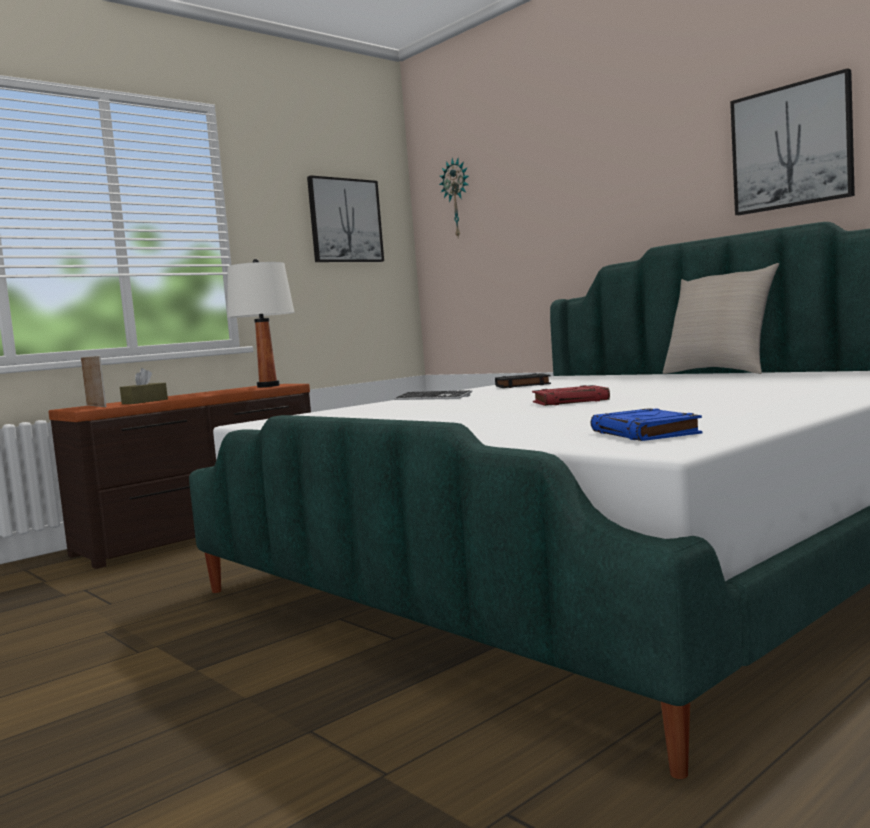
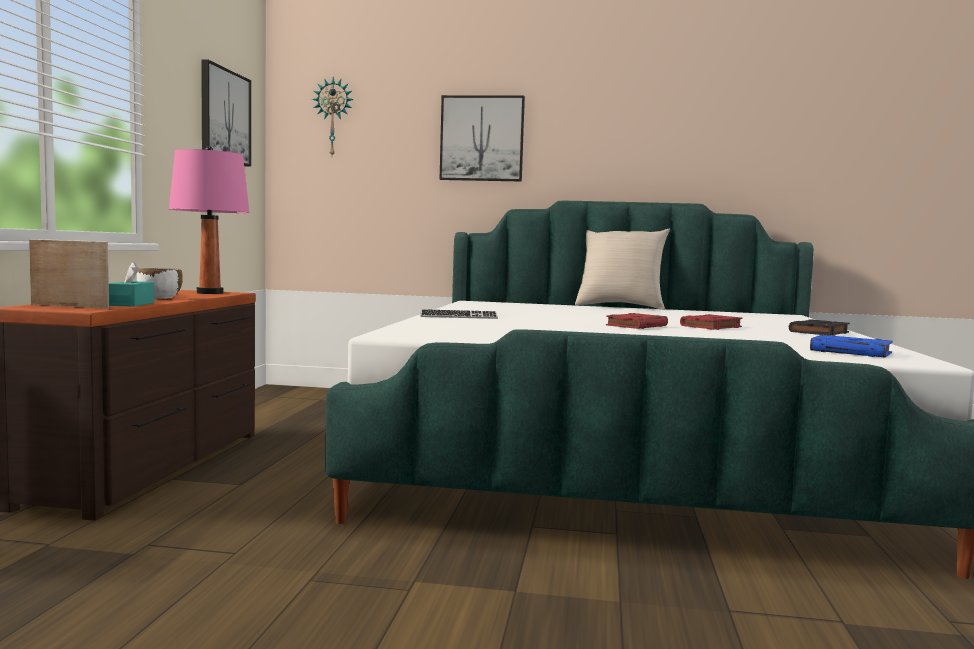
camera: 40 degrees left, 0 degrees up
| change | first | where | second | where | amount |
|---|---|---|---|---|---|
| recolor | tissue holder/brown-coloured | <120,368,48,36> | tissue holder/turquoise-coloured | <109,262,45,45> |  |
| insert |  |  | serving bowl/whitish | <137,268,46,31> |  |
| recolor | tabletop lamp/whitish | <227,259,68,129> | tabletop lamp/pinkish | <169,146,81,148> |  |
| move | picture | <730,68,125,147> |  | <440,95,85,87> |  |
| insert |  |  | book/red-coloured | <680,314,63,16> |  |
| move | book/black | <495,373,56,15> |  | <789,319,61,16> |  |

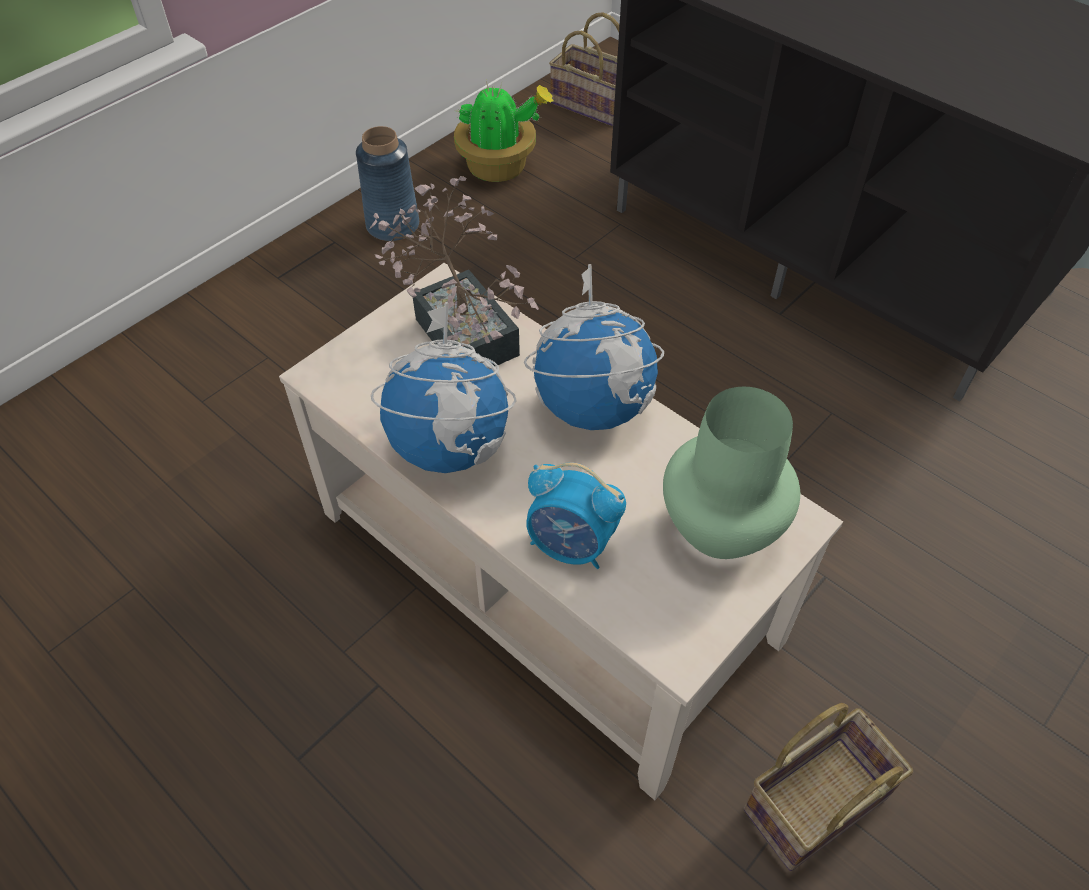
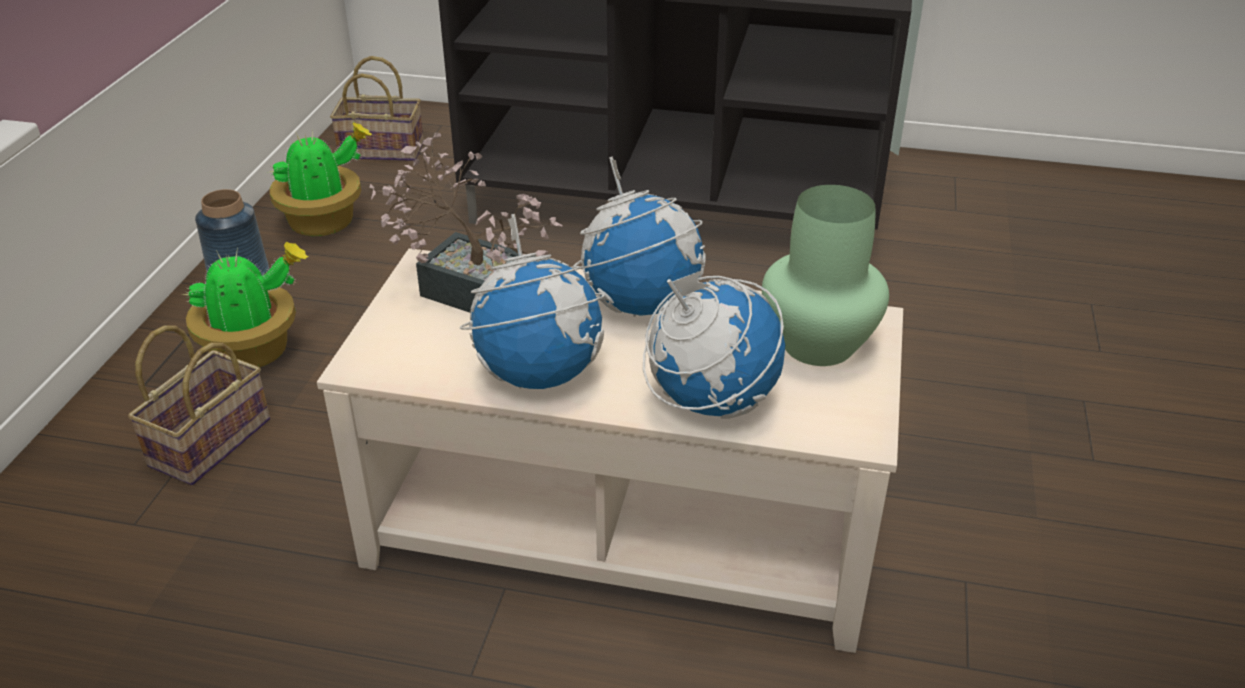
camera: 30 degrees left, 15 degrees down
| change | first | where | second | where | amount |
|---|---|---|---|---|---|
| move | basket | <744,703,169,168> |  | <128,325,142,160> |  |
| insert |  |  | potted plant | <183,242,125,125> |  |
| replace | bedside clock | <526,462,100,107> | world globe | <643,270,142,149> |  |

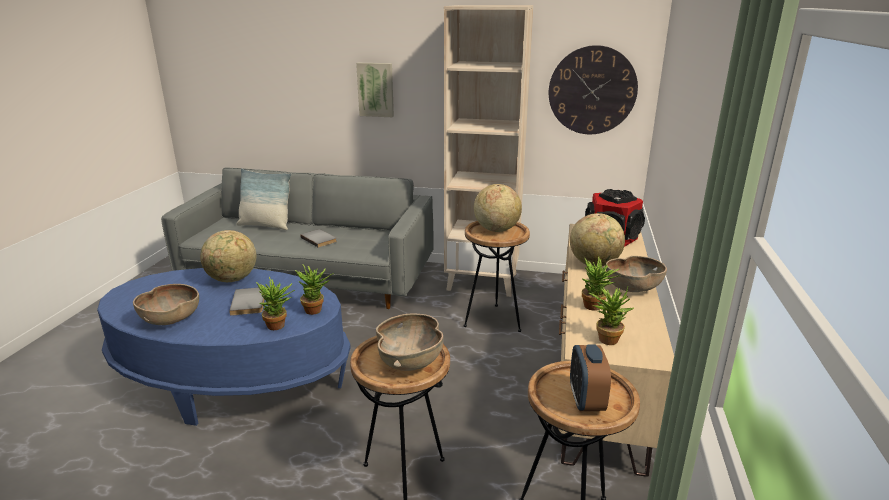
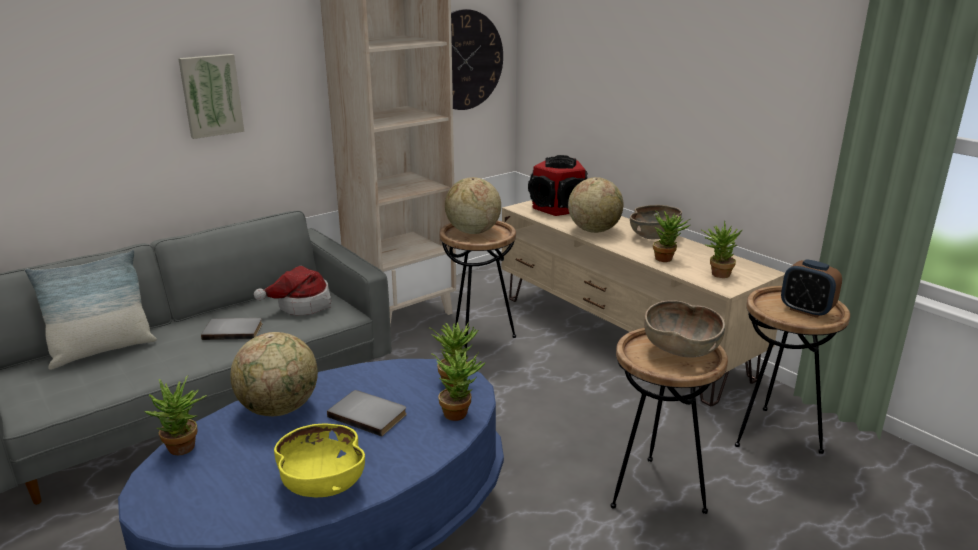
camera: 50 degrees left, 0 degrees up
| change | first | where | second | where | amount |
|---|---|---|---|---|---|
| insert |  |  | potted plant | <144,375,63,80> |  |
| insert |  |  | wearable hat | <254,266,78,49> |  |
| recolor | serving bowl/brown-coloured | <133,284,66,41> | serving bowl/yellow-coloured | <274,424,91,73> |  |

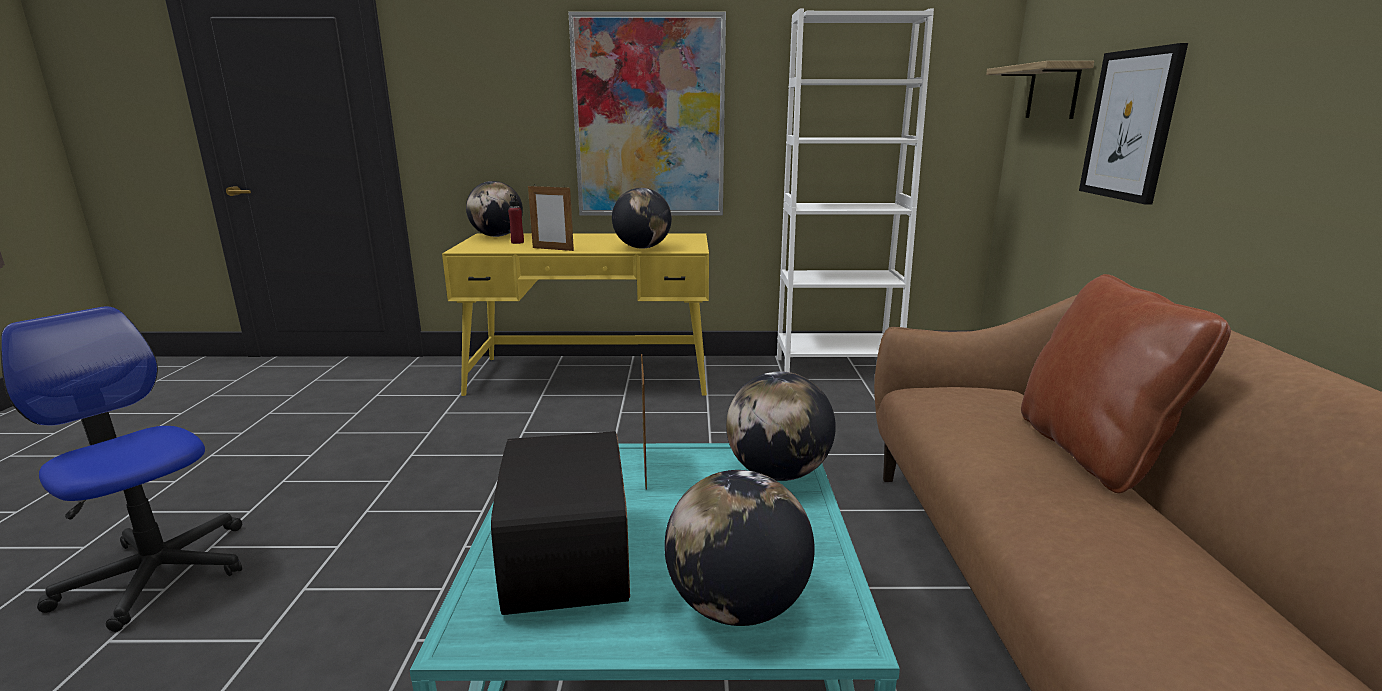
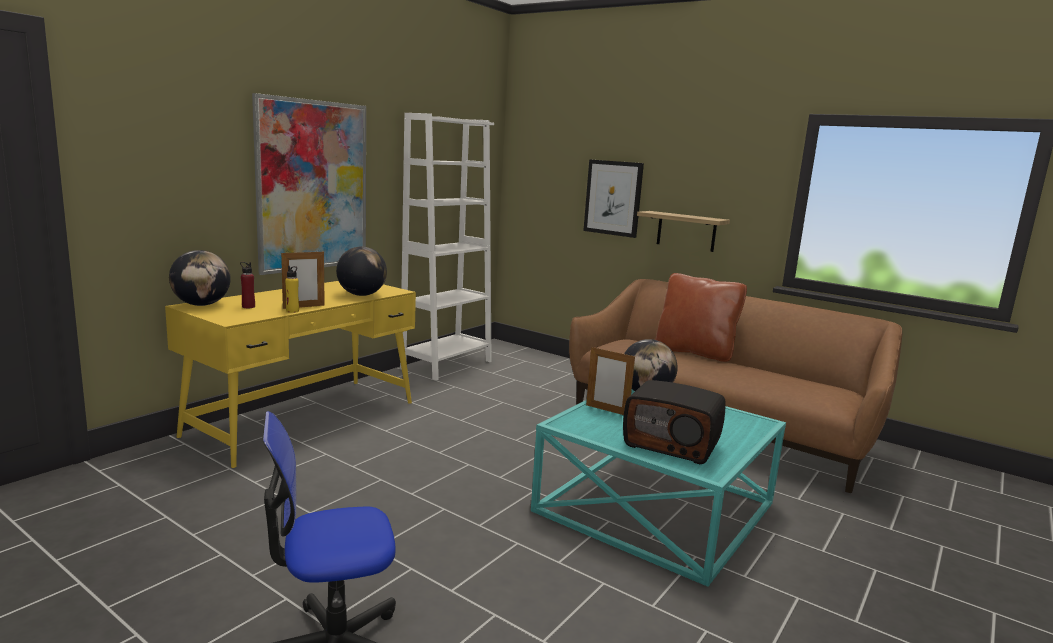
camera: 55 degrees left, 5 degrees down
| change | first | where | second | where | amount |
|---|---|---|---|---|---|
| insert |  |  | drink bottle/yellow-coloured | <285,266,14,47> |  |
| move | bracket shelf | <986,61,108,58> |  | <637,211,93,41> |  |
| delete | world globe | <664,470,151,156> |  |  |  |

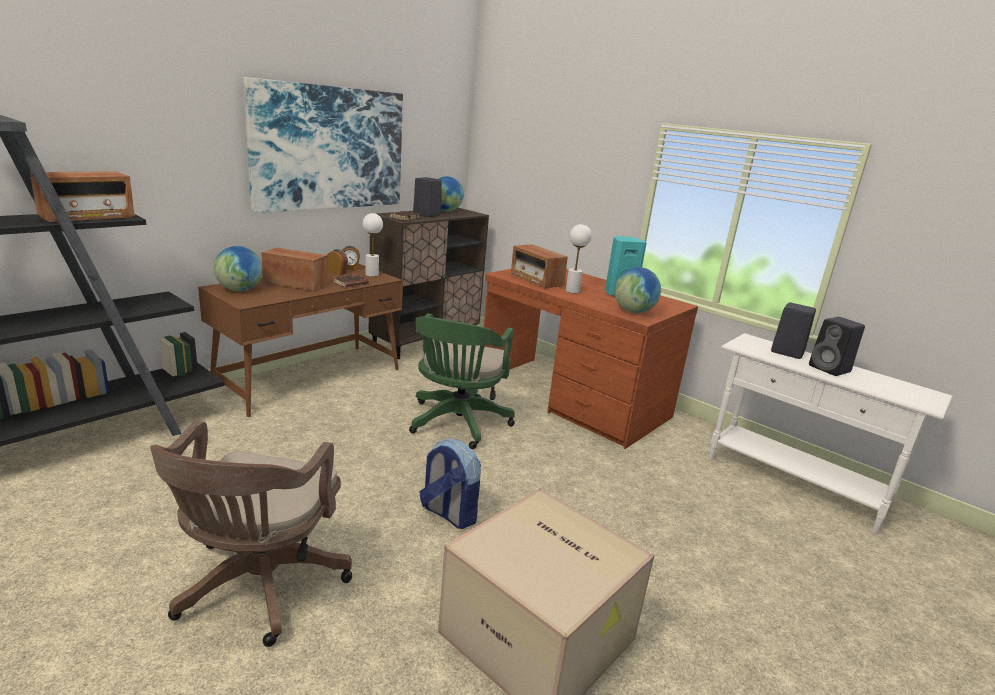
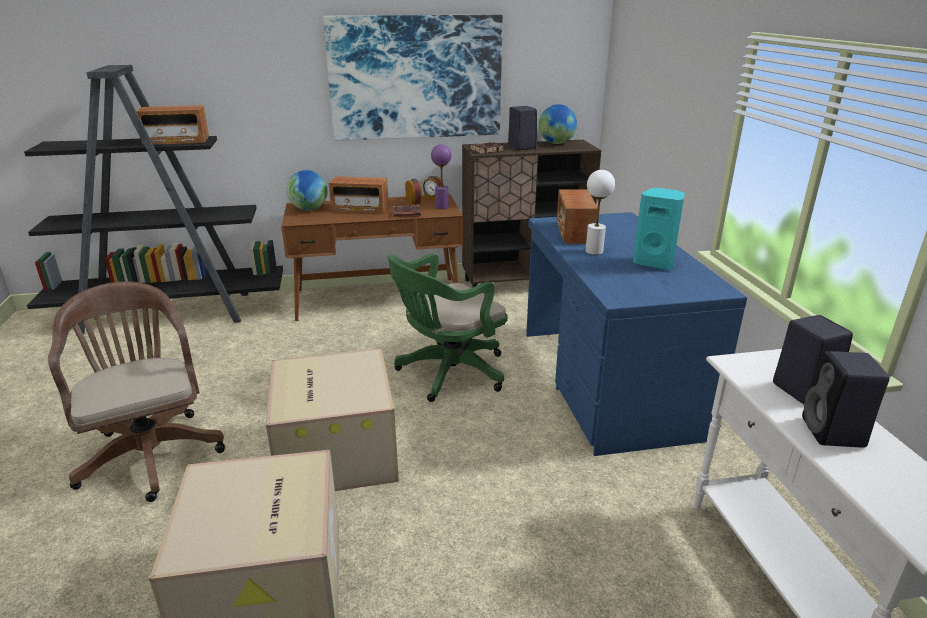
camera: 40 degrees right, 5 degrees up
| change | first | where | second | where | amount |
|---|---|---|---|---|---|
| rotate | desk chair/brown-coloured | <150,421,202,226> |  | <48,282,177,220> | 105 degrees clockwise |
| replace | knapsack | <419,439,62,90> | packing box | <266,348,133,143> |  |
| rotate | radio receiver | <261,247,66,44> |  | <329,176,60,37> | 135 degrees clockwise |
| recolor | tabletop lamp/whitish | <363,213,20,64> | tabletop lamp/purple-coloured | <431,144,21,65> |  |
| recolor | desk table/brown-coloured | <483,268,215,181> | desk table/blue | <526,212,221,244> |  |
| delete | world globe | <614,267,47,46> |  |  |  |

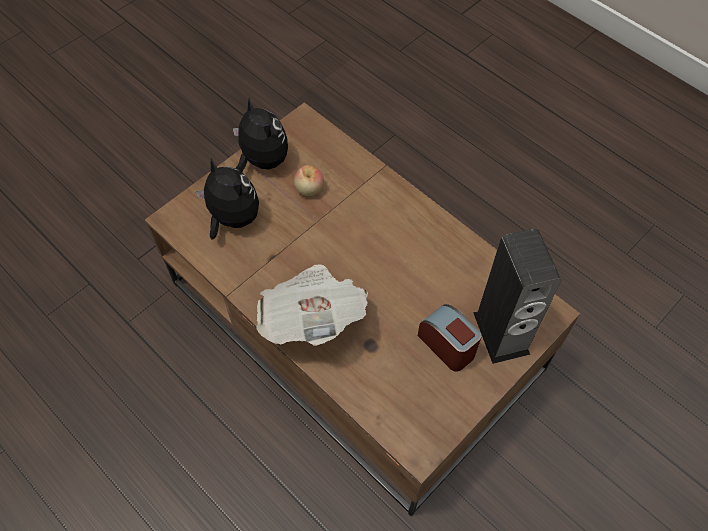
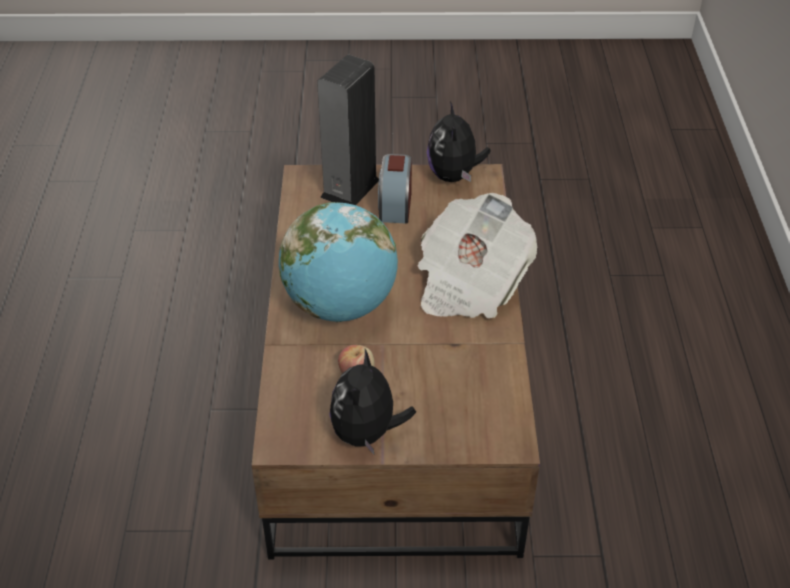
camera: 135 degrees left, 15 degrees down
| change | first | where | second | where | amount |
|---|---|---|---|---|---|
| insert |  |  | world globe | <279,202,119,120> |  |
| move | cuddly toy | <196,158,63,82> |  | <427,101,63,81> |  |

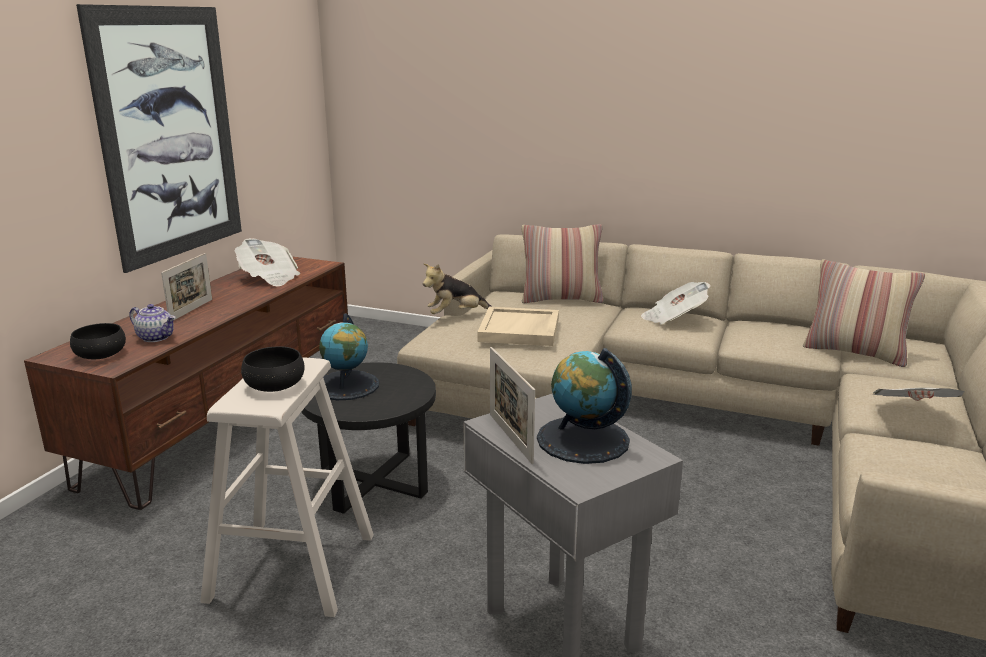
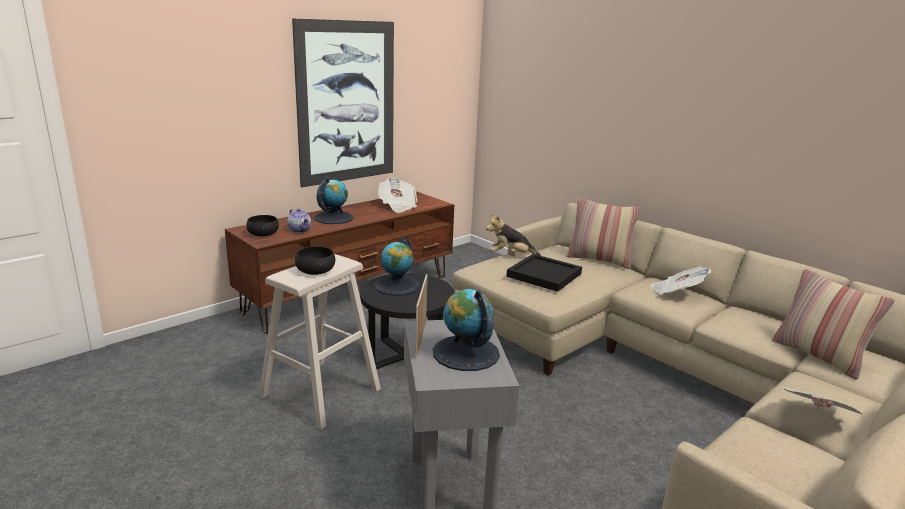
camera: 25 degrees right, 0 degrees up
| change | first | where | second | where | amount |
|---|---|---|---|---|---|
| replace | photo frame | <161,253,51,68> | world globe | <315,177,39,47> |  |
| recolor | tray/beige | <477,307,82,39> | tray/black | <506,254,76,38> |  |

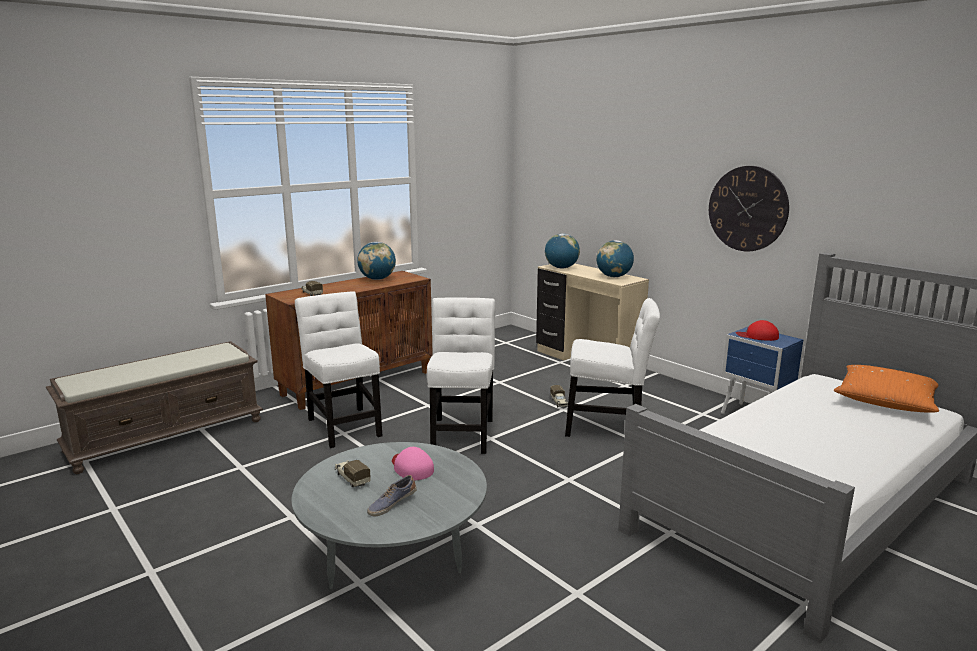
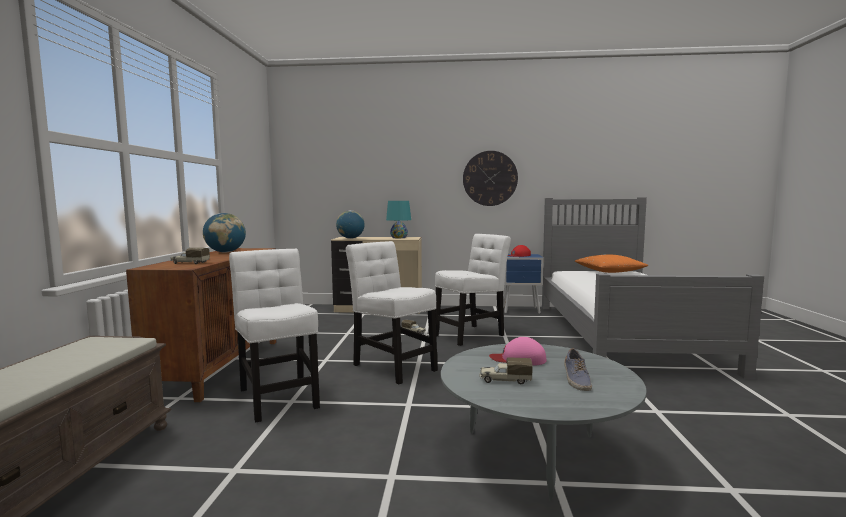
camera: 45 degrees left, 10 degrees down
| change | first | where | second | where | amount |
|---|---|---|---|---|---|
| rotate | upright chair/whitish | <295,291,88,157> |  | <229,249,91,174> | 45 degrees clockwise |
| replace | world globe | <596,240,38,37> | tabletop lamp/turquoise-coloured | <386,201,25,37> |  |

